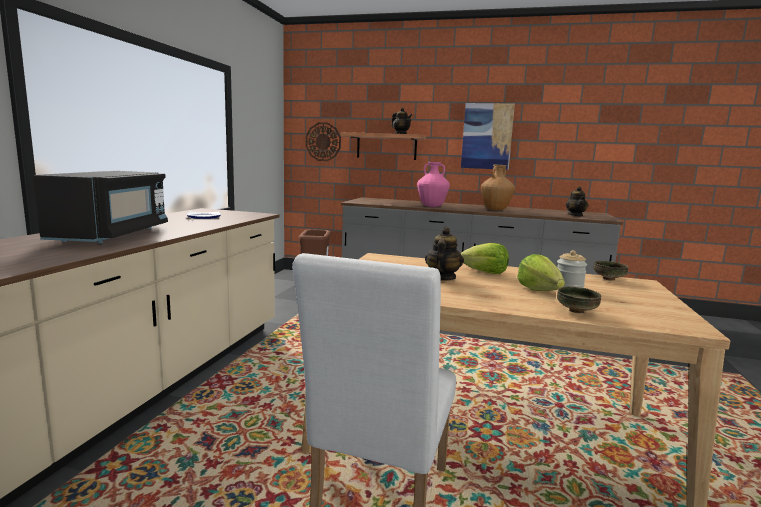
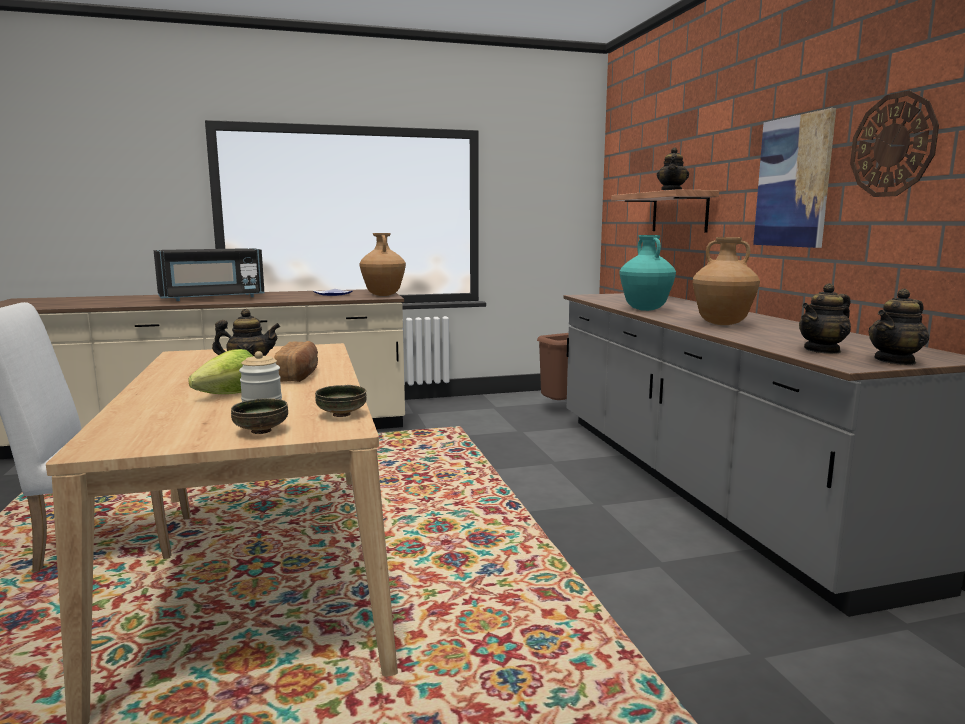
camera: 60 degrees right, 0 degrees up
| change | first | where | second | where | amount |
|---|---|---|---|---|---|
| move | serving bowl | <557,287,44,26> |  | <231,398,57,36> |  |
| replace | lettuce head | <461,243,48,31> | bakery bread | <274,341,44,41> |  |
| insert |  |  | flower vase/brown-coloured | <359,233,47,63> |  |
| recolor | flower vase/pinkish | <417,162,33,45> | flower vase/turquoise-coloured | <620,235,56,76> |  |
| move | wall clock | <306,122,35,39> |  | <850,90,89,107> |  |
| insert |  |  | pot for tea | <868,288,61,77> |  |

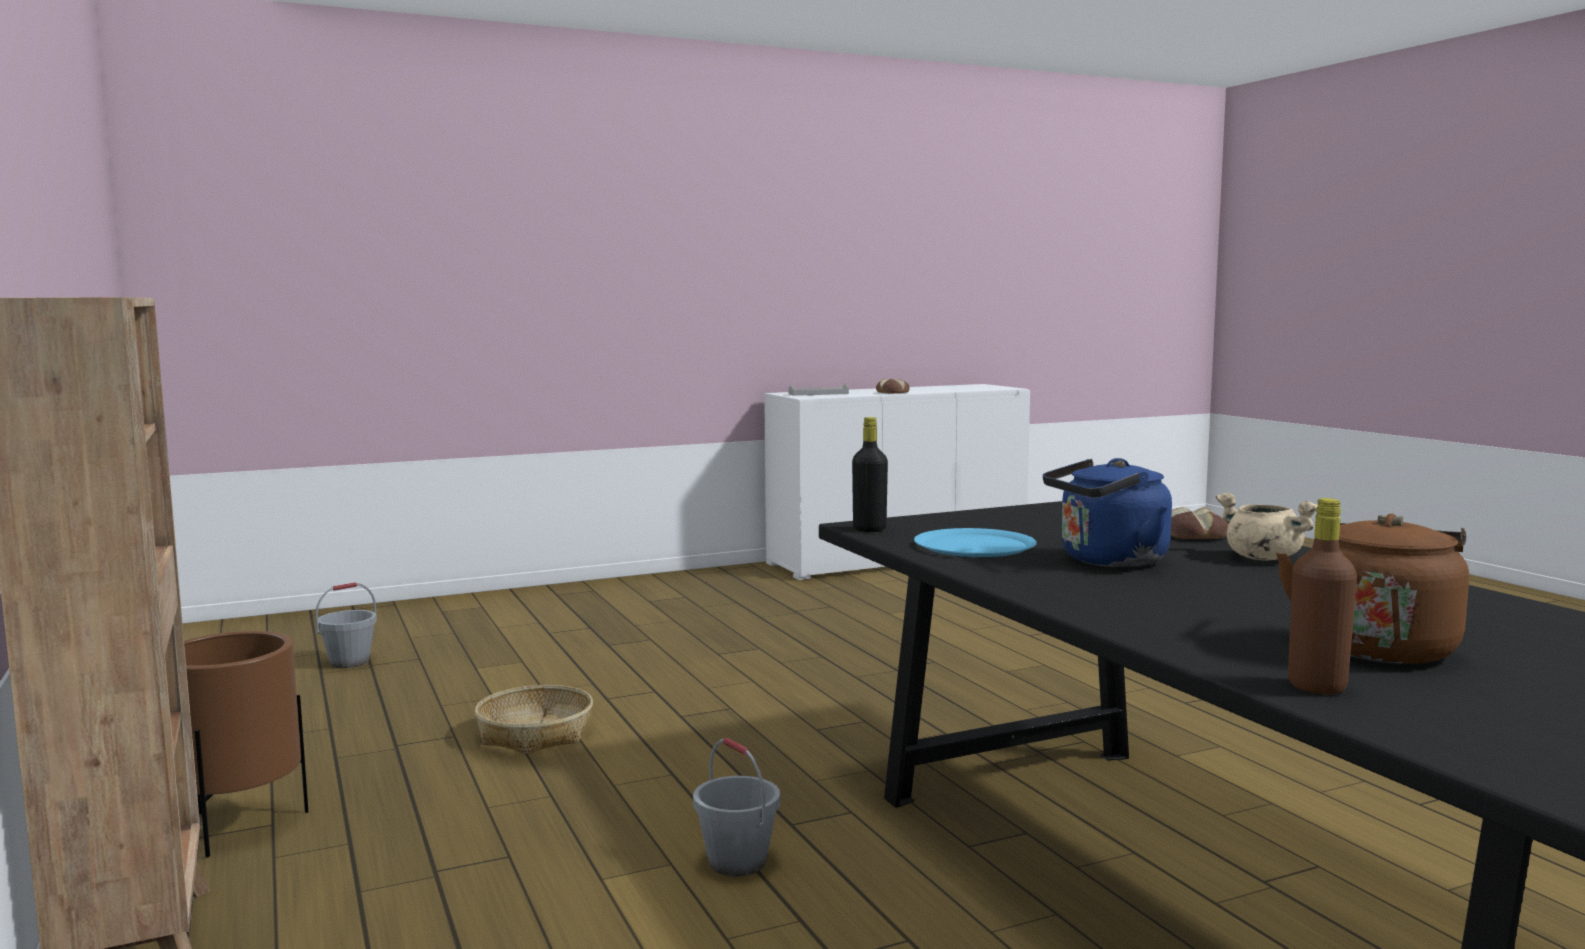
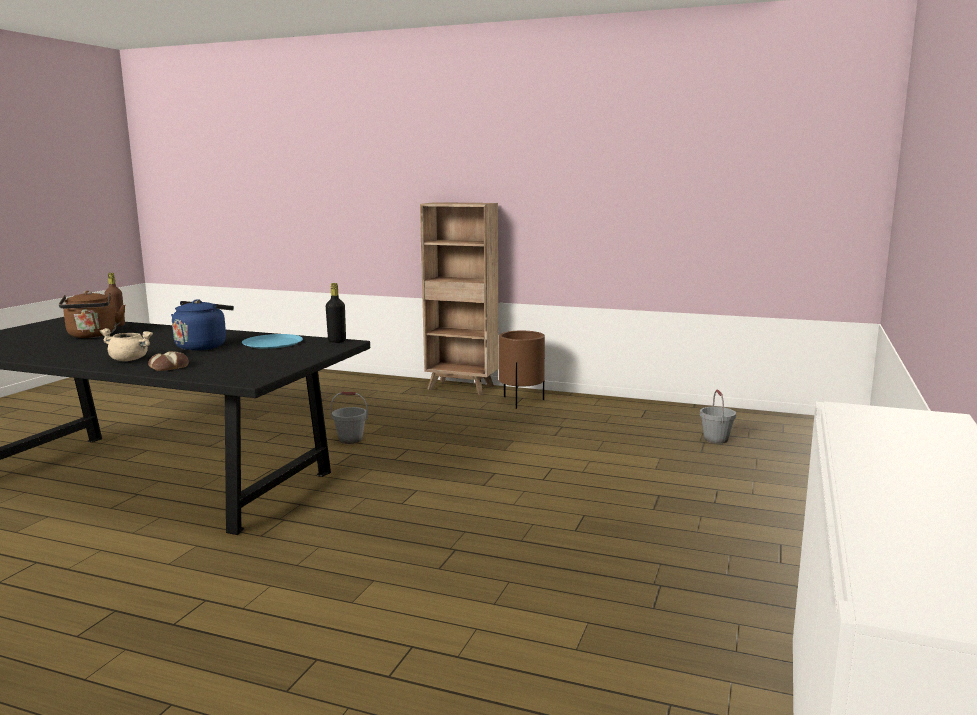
camera: 135 degrees right, 5 degrees up
| change | first | where | second | where | amount |
|---|---|---|---|---|---|
| delete | basket | <475,685,118,69> |  |  |  |
| delete | tray/greyish | <788,383,61,13> |  |  |  |
| delete | bakery bread | <876,378,34,16> |  |  |  |

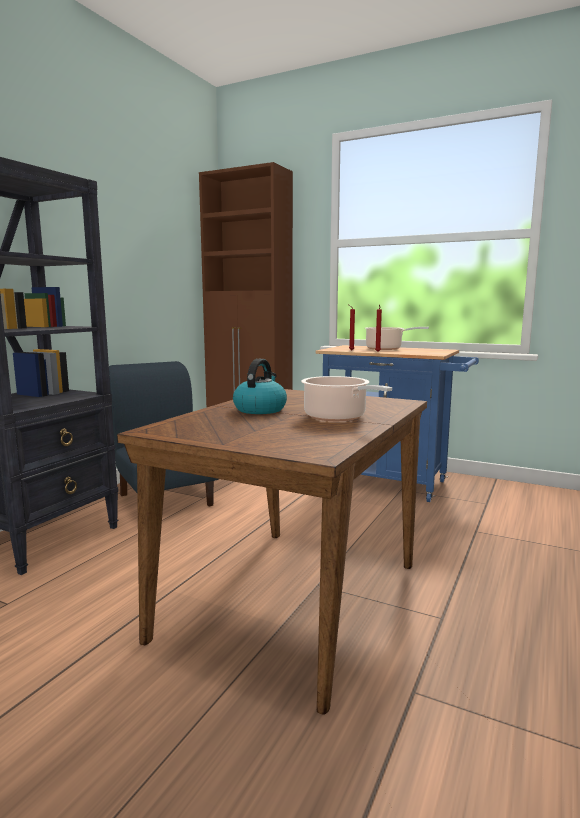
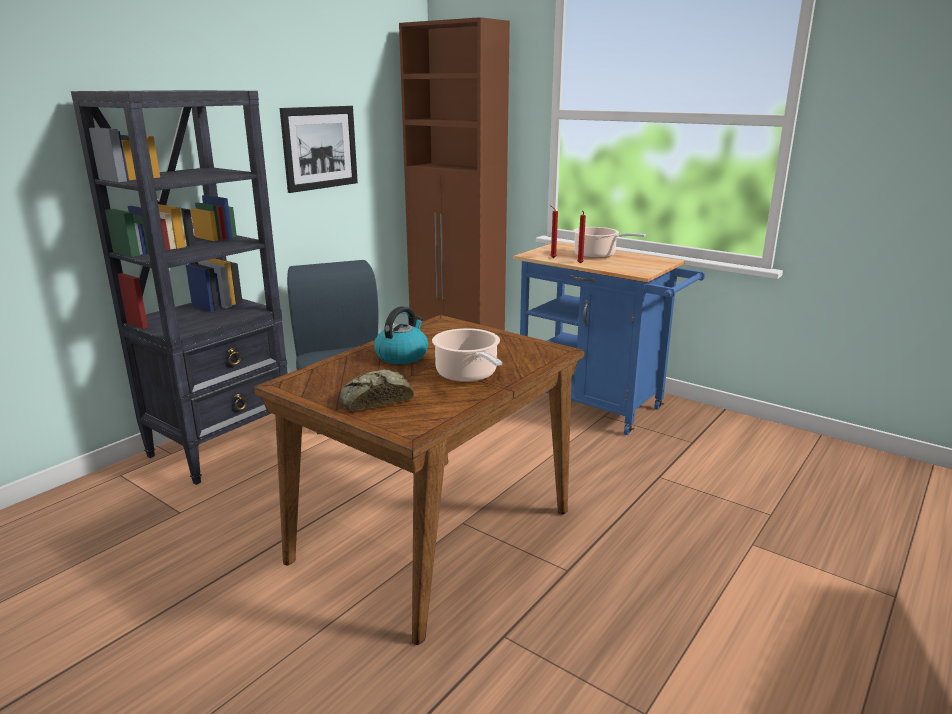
camera: 10 degrees right, 10 degrees up
| change | first | where | second | where | amount |
|---|---|---|---|---|---|
| insert |  |  | picture | <280,106,78,87> |  |
| insert |  |  | bakery bread | <340,369,74,42> |  |

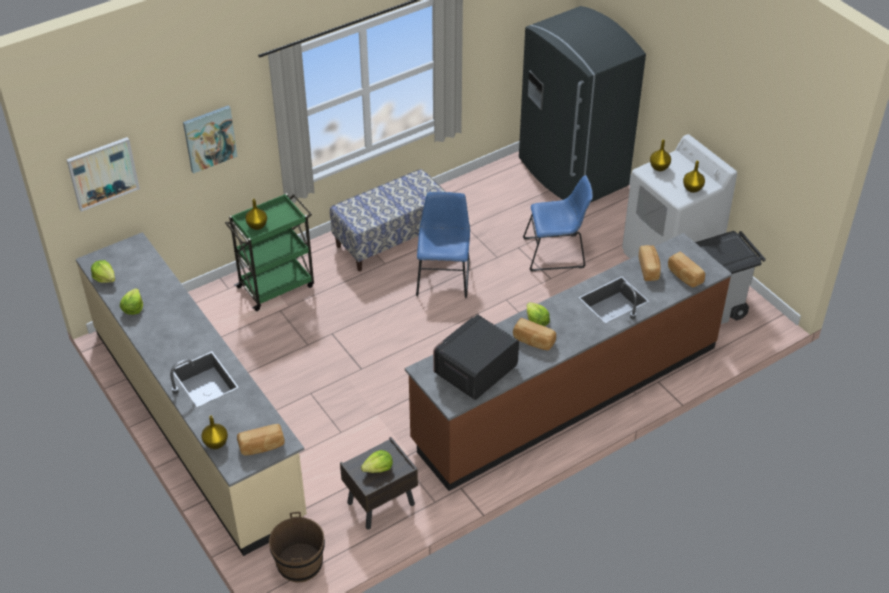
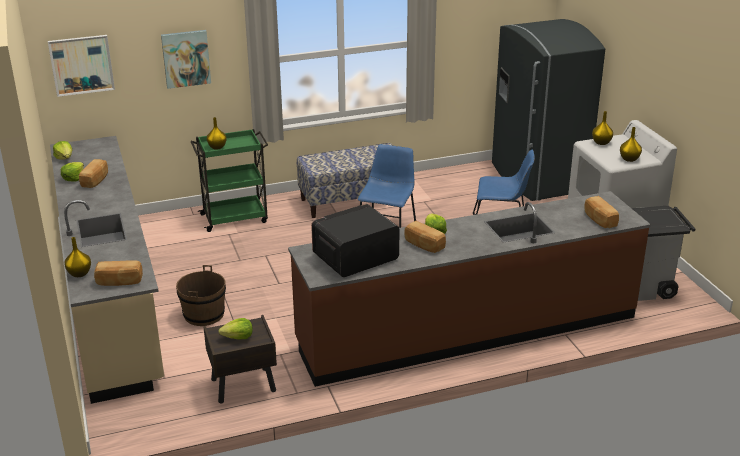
camera: 15 degrees right, 15 degrees down
| change | first | where | second | where | amount |
|---|---|---|---|---|---|
| move | bakery bread | <639,245,22,36> |  | <79,159,29,29> |  |
| move | pail/brown-coloured | <269,512,56,71> |  | <176,265,50,61> |  |

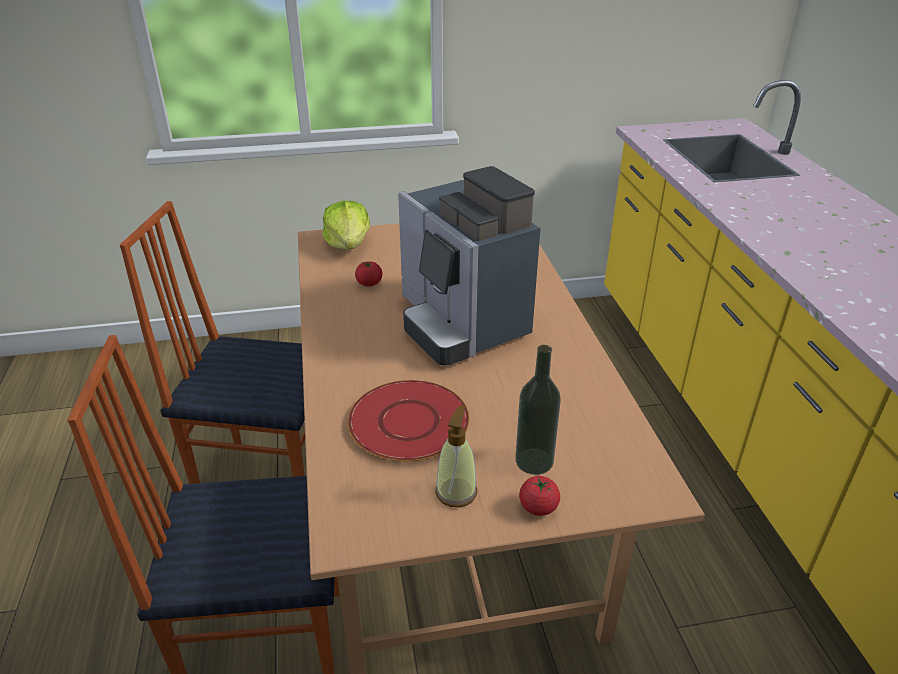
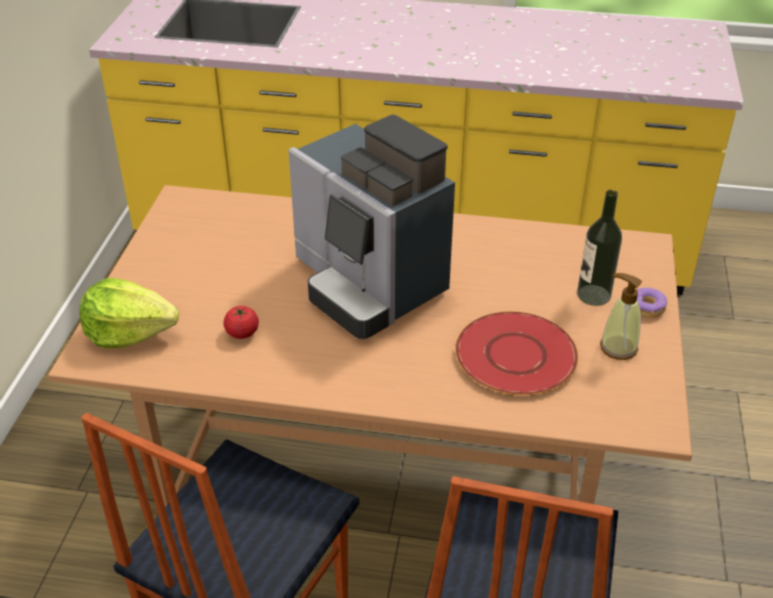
camera: 70 degrees left, 5 degrees up
| change | first | where | second | where | amount |
|---|---|---|---|---|---|
| rotate | coffee brewer | <398,166,143,200> |  | <289,115,166,224> | 60 degrees clockwise |
| replace | tomato | <519,476,41,40> | ring doughnut | <637,288,30,30> |  |

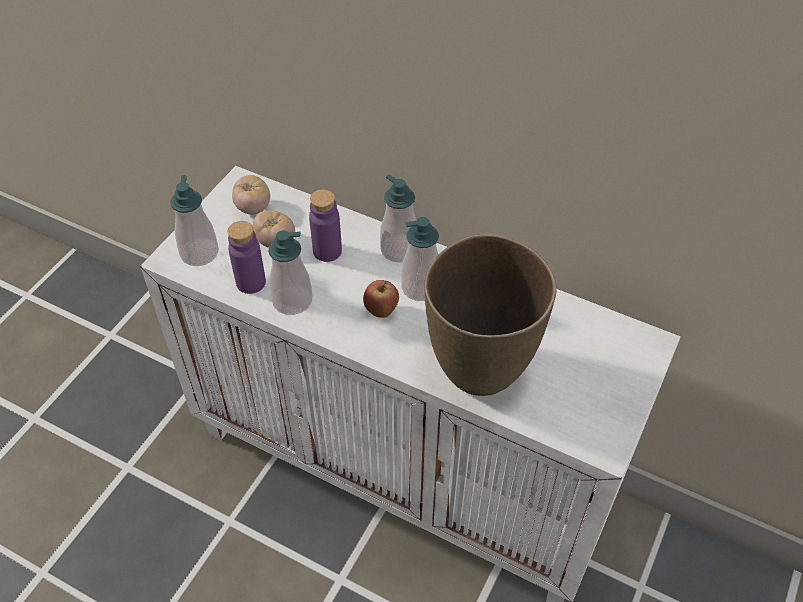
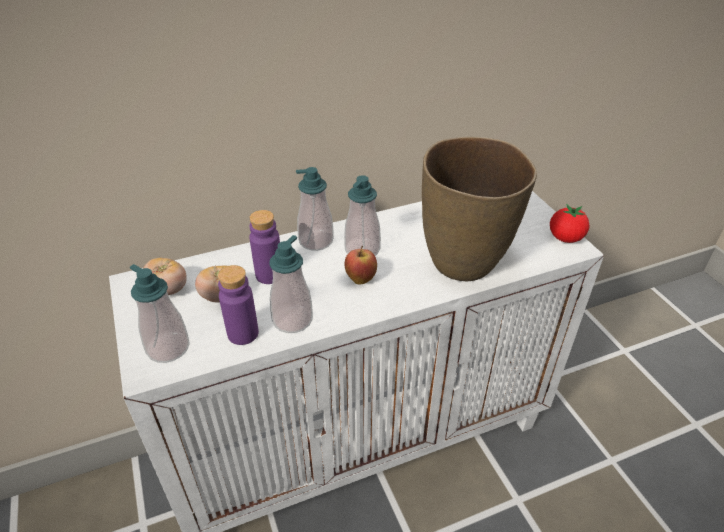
camera: 50 degrees left, 10 degrees down
| change | first | where | second | where | amount |
|---|---|---|---|---|---|
| insert |  |  | tomato | <550,204,39,39> |  |

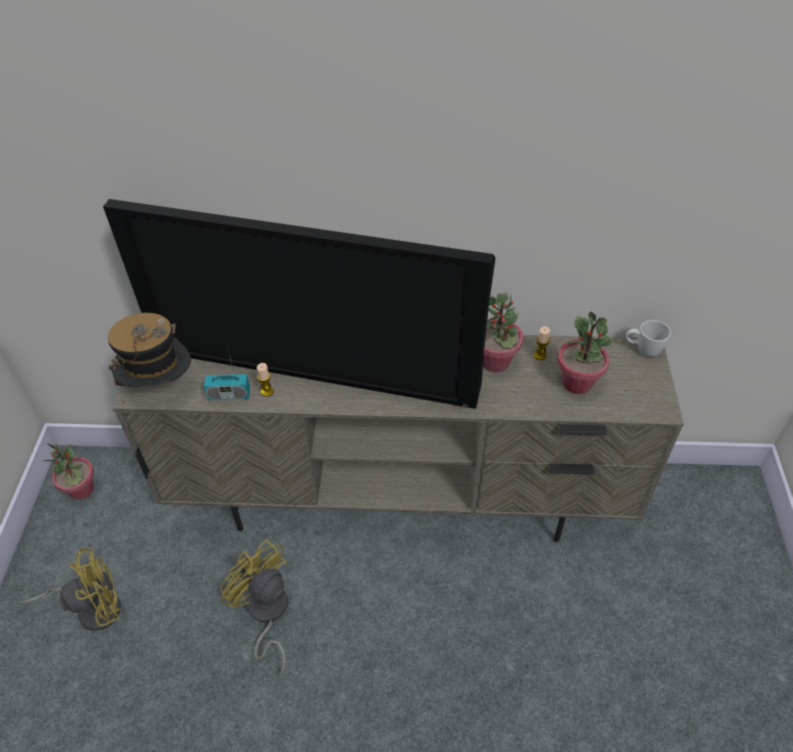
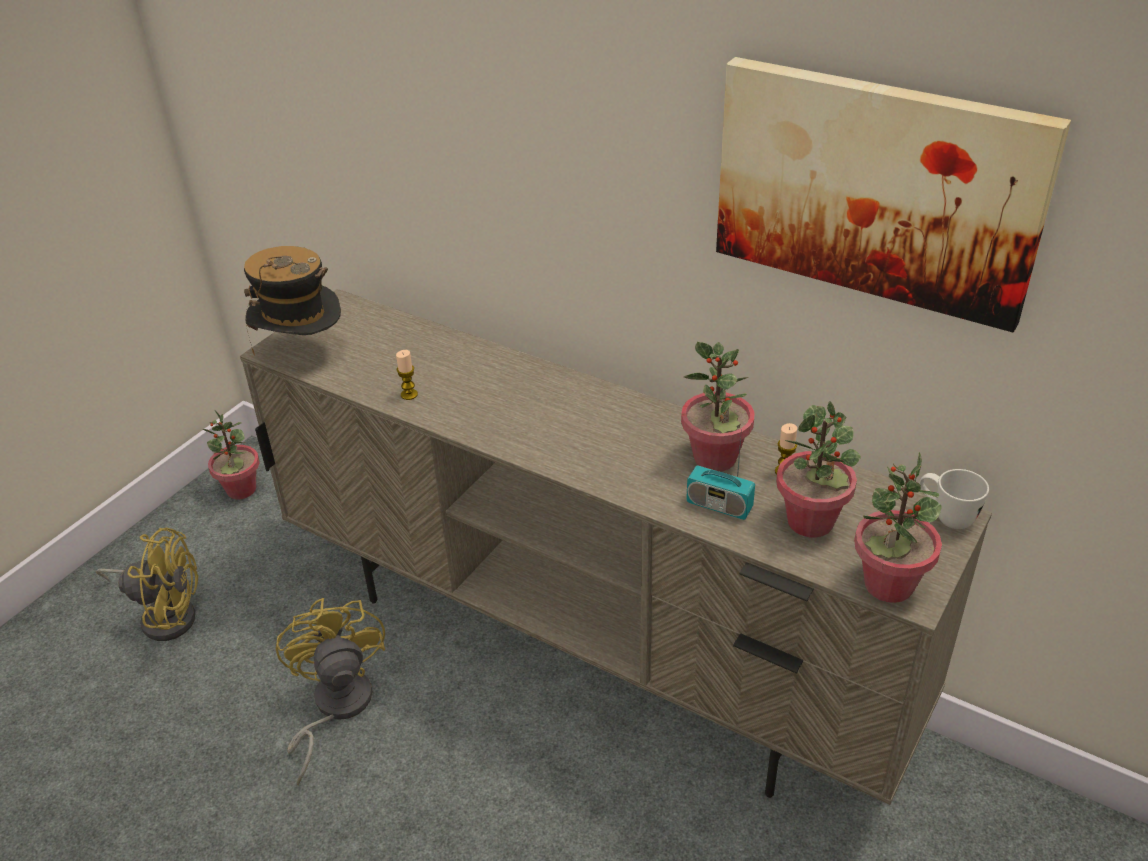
camera: 30 degrees right, 10 degrees down
| change | first | where | second | where | amount |
|---|---|---|---|---|---|
| move | radio receiver | <204,350,46,50> |  | <686,428,69,92> |  |
| insert |  |  | picture | <716,57,355,275> |  |
| insert |  |  | potted plant | <854,452,88,151> |  |
| delete | television | <103,199,393,210> |  |  |  |

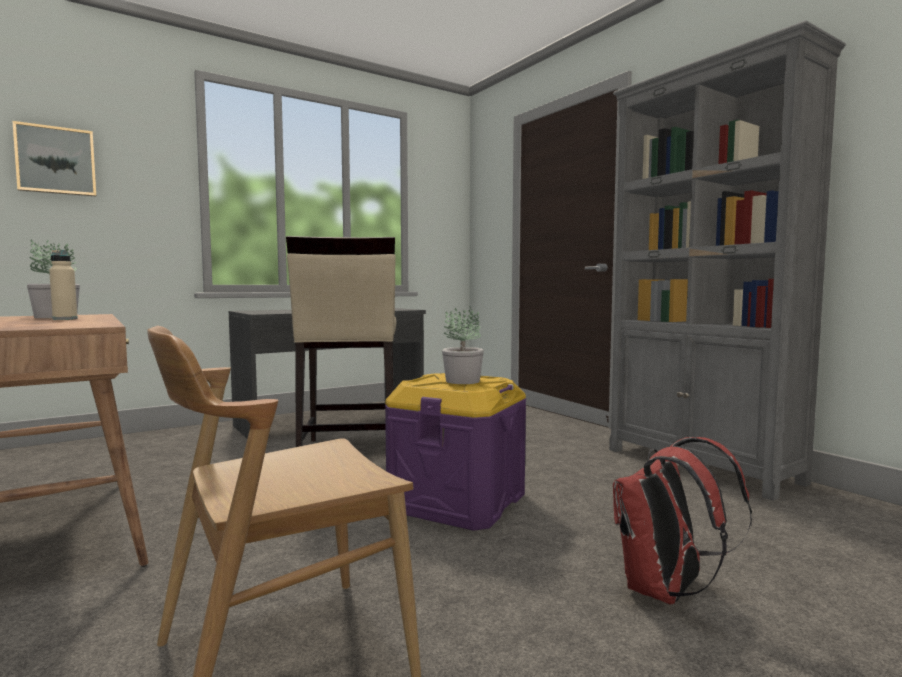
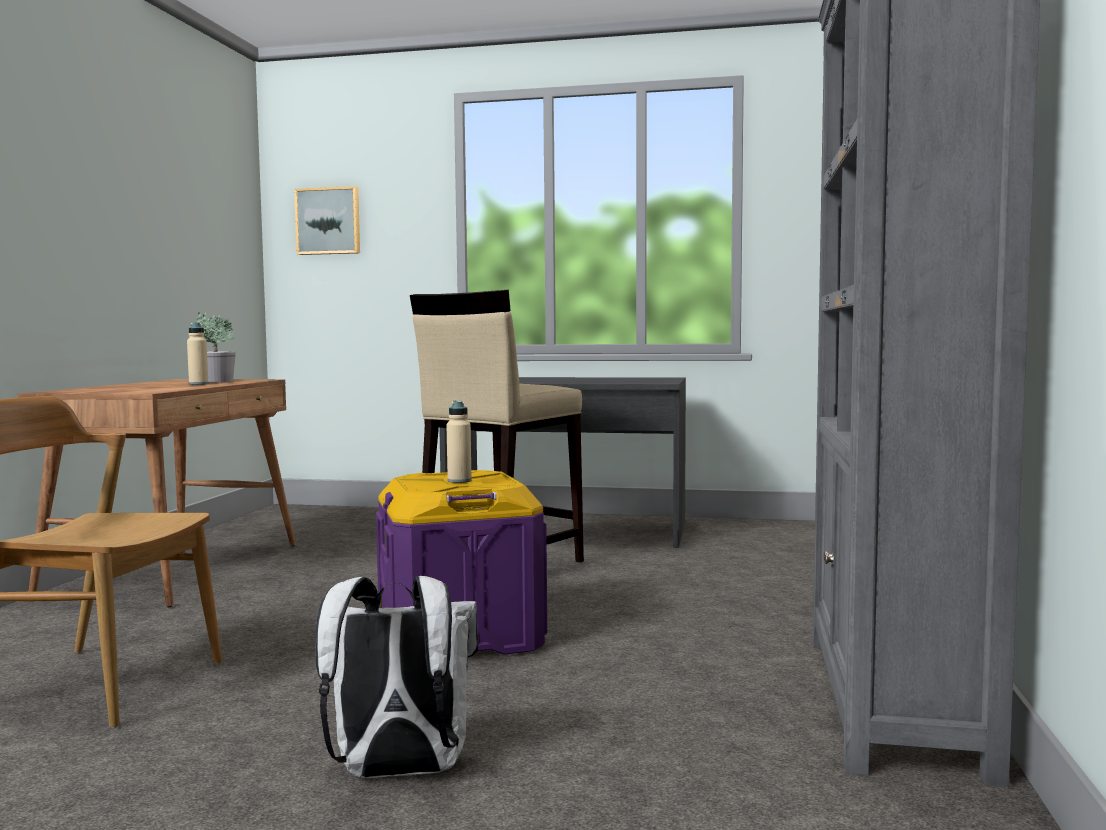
camera: 45 degrees right, 0 degrees up
| change | first | where | second | where | amount |
|---|---|---|---|---|---|
| recolor | knapsack/red-coloured | <613,437,139,168> | knapsack/whitish | <316,576,162,202> |  |
| replace | potted plant | <442,306,42,78> | drink bottle/beige | <447,400,25,83> |  |

